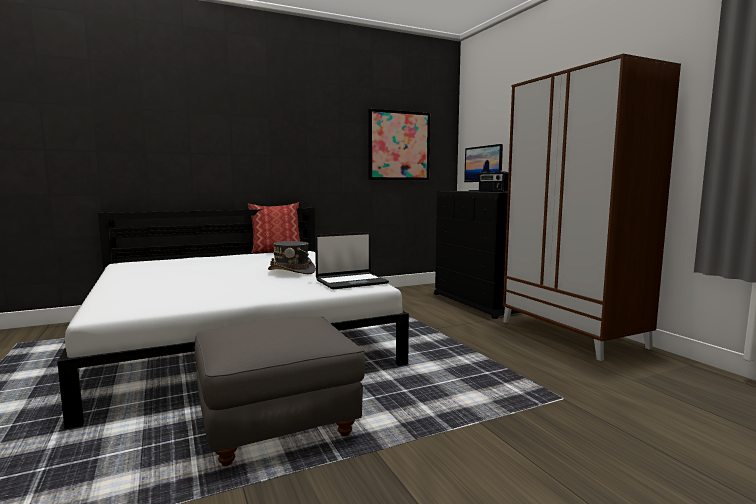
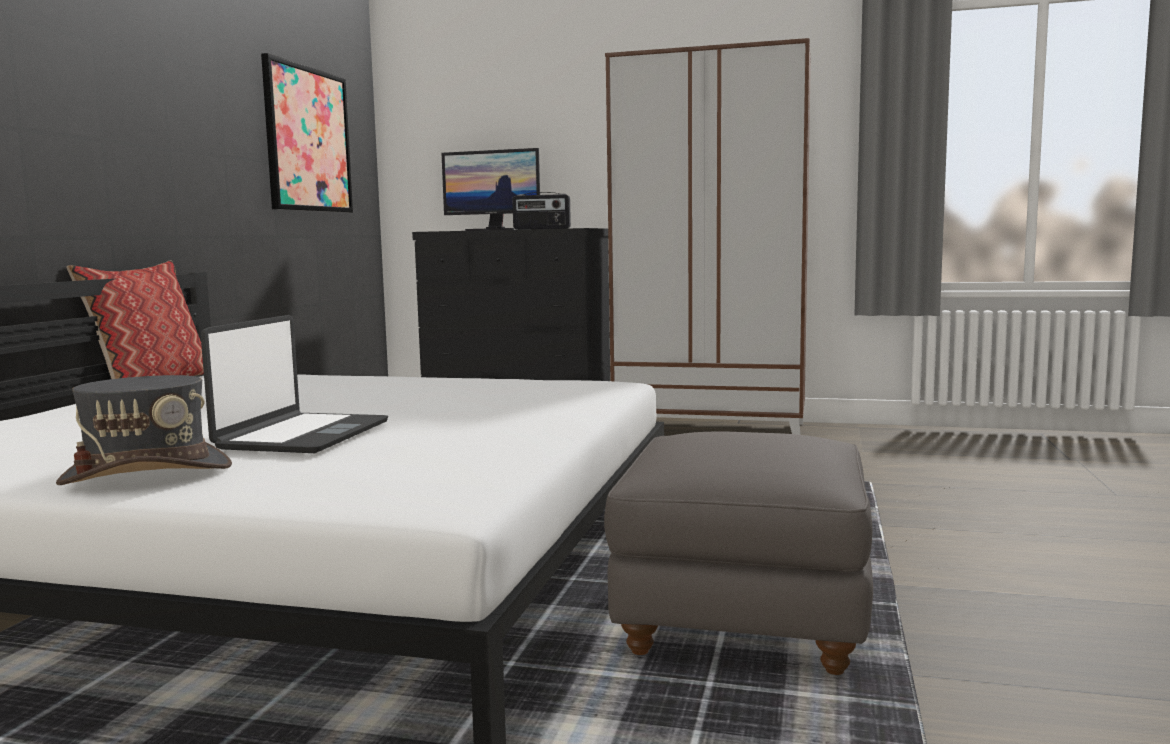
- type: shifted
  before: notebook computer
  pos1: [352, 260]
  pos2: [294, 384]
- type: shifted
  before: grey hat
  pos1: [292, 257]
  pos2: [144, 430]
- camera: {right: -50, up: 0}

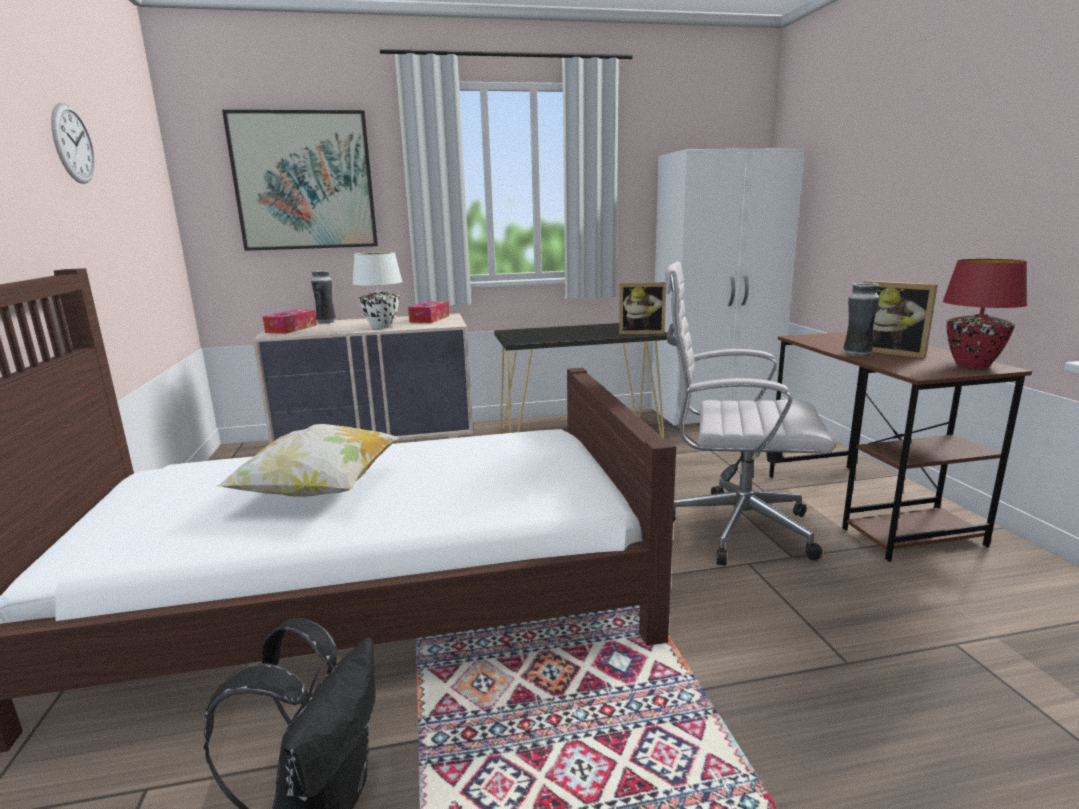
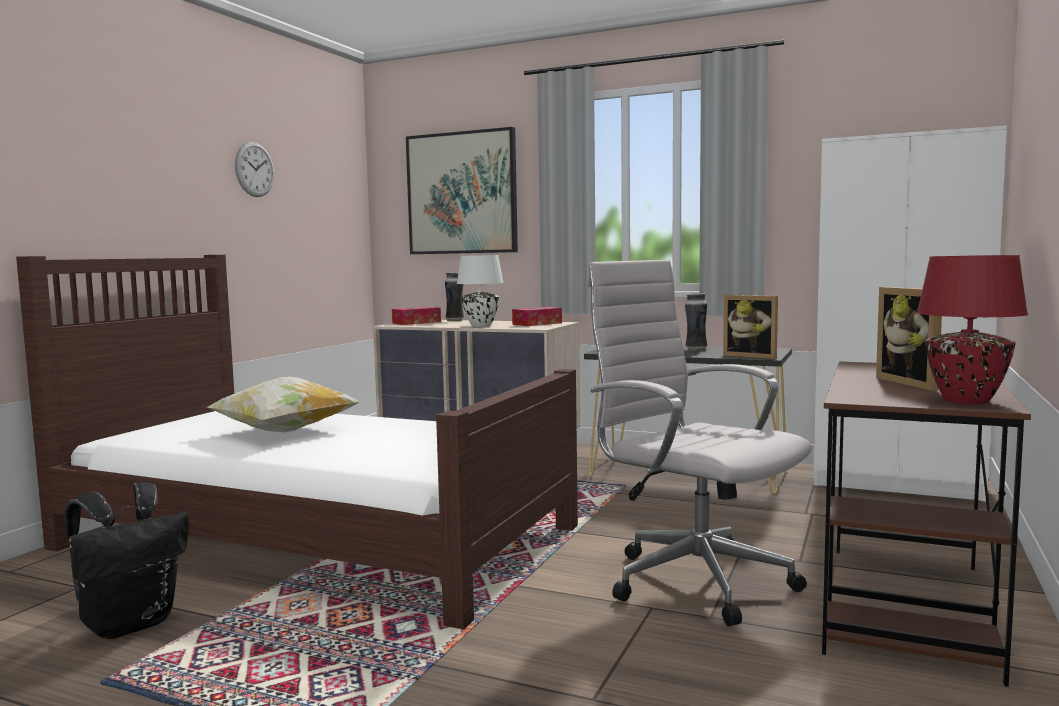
- type: shifted
  before: flower vase
  pos1: [861, 320]
  pos2: [696, 322]
- camera: {right: 35, up: -10}

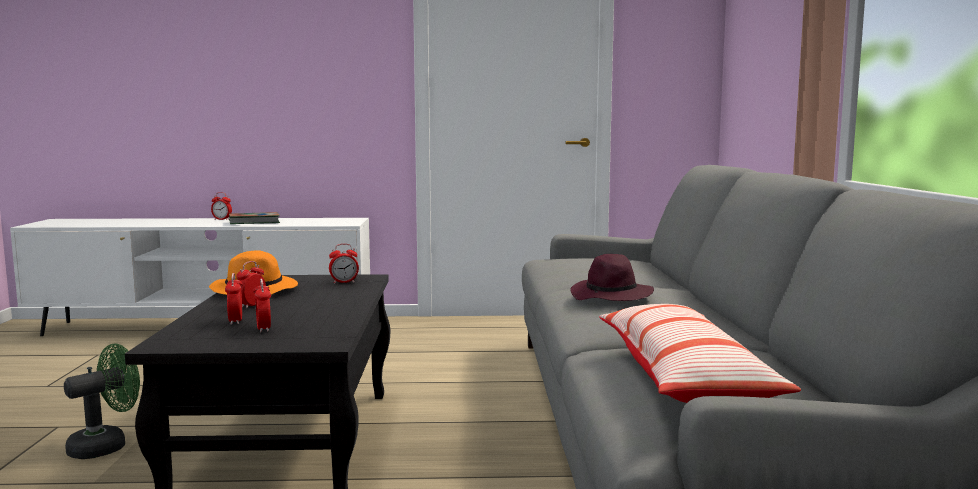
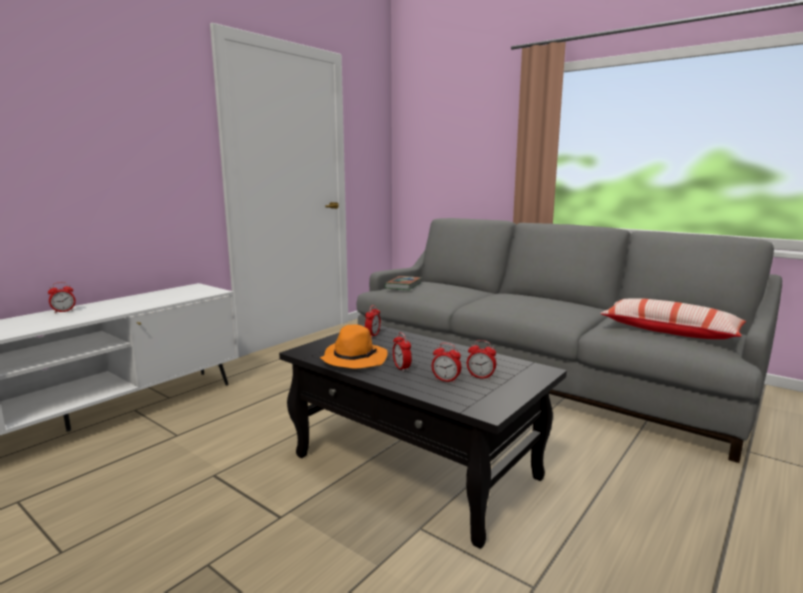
- type: shifted
  before: bound book
  pos1: [254, 218]
  pos2: [402, 283]
- type: gone
  before: purplish hat
  pos1: [612, 277]
- type: gone
  before: green-coloured electric fan
  pos1: [102, 401]
- camera: {right: -50, up: 5}

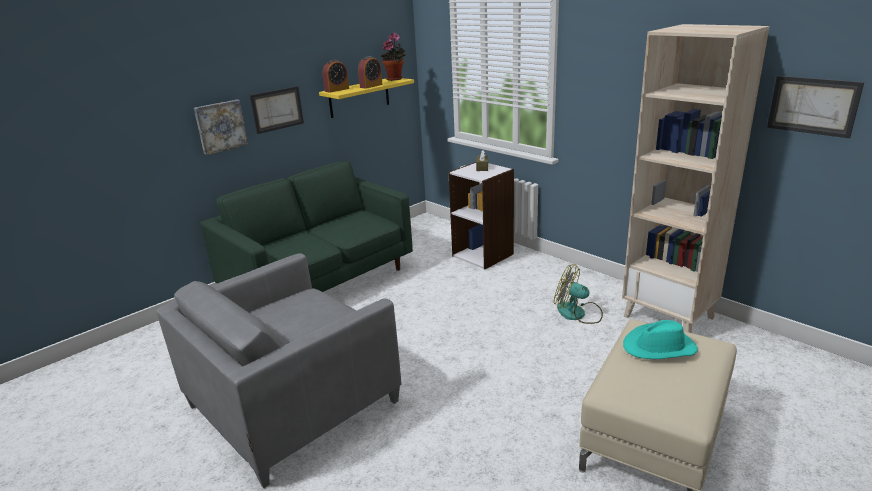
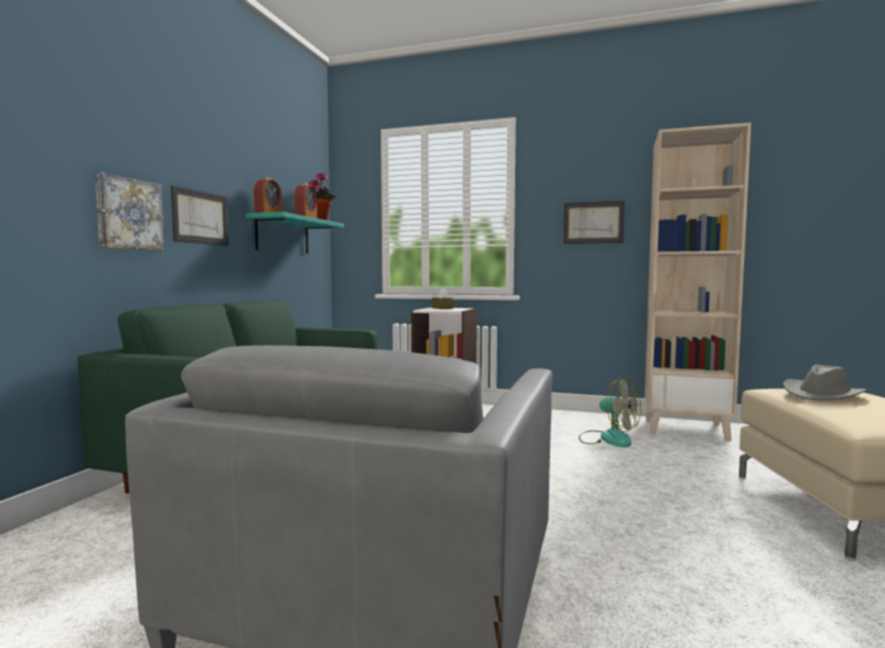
- type: shifted
  before: wall picture
  pos1: [815, 107]
  pos2: [594, 222]
- type: repainted
  before: yellowish wall shelf
  after: turquoise-coloured wall shelf
  pos1: [366, 98]
  pos2: [295, 233]
- type: rotated
  before: electric fan
  pos1: [578, 294]
  pos2: [610, 412]
  turn: -135
- type: repainted
  before: turquoise-coloured hat
  after: grey hat
  pos1: [660, 339]
  pos2: [826, 382]
- camera: {right: -30, up: -20}

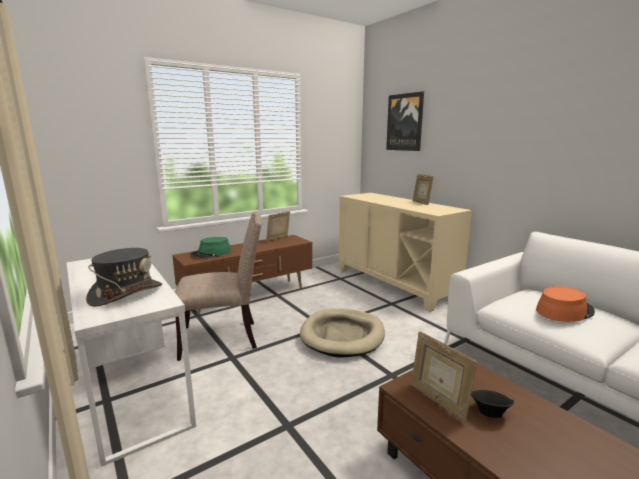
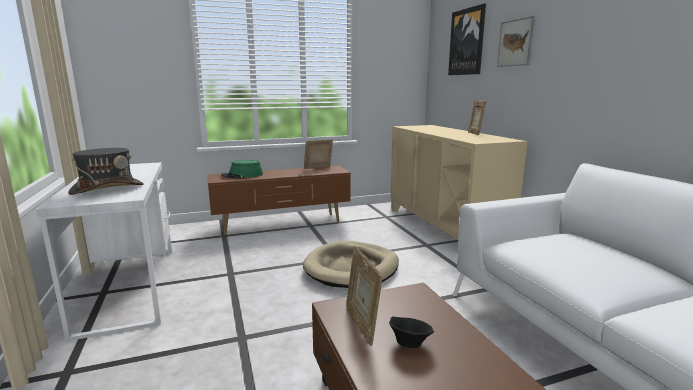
- type: gone
  before: sand-coloured upright chair
  pos1: [218, 286]
- type: gone
  before: orange hat
  pos1: [565, 304]
- type: new
  after: wall picture
  pos2: [516, 41]
- camera: {right: 15, up: 0}

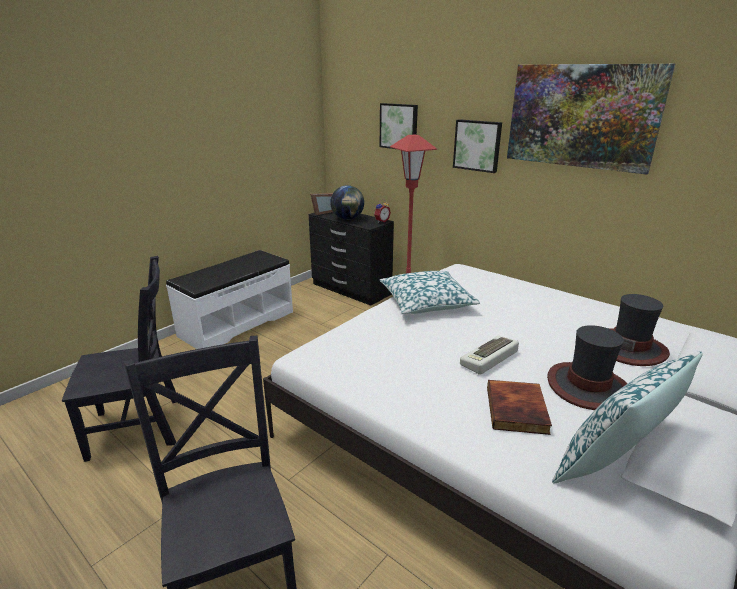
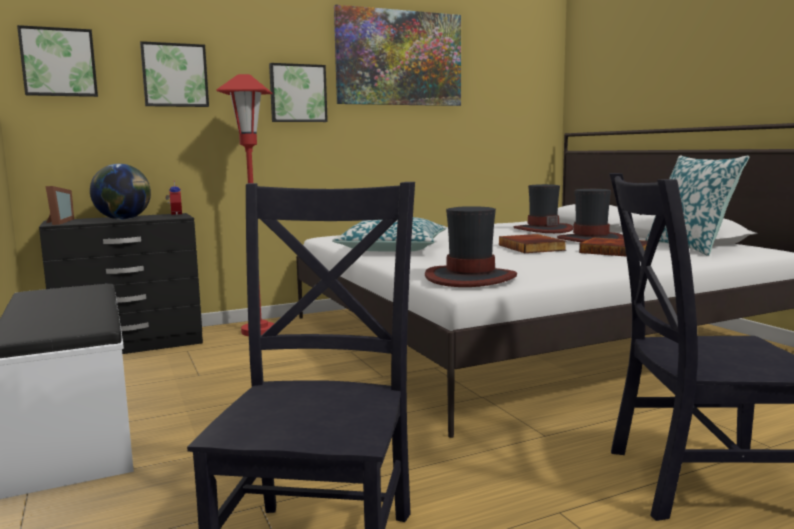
- type: swapped
  before: keyboard
  after: bound book
  pos1: [489, 355]
  pos2: [533, 243]
- type: new
  after: wall picture
  pos2: [57, 61]
- type: new
  after: hat
  pos2: [471, 246]
- camera: {right: -65, up: -15}

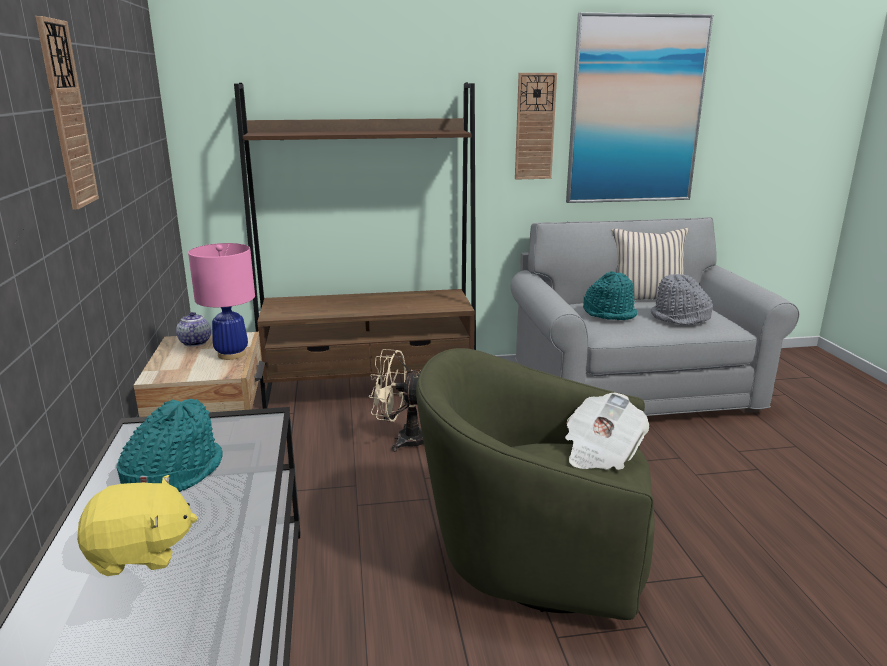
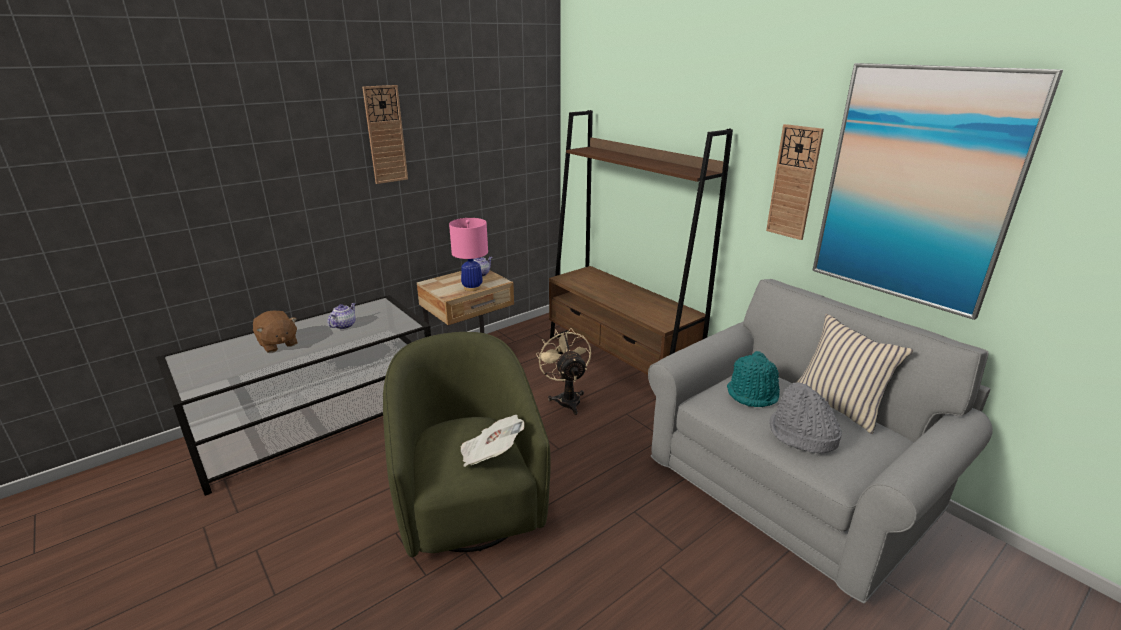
- type: swapped
  before: turquoise-coloured hat
  after: pot for tea
  pos1: [170, 445]
  pos2: [342, 316]
- type: repainted
  before: yellowish soft toy
  after: brown-coloured soft toy
  pos1: [137, 525]
  pos2: [275, 331]
- camera: {right: 60, up: 5}

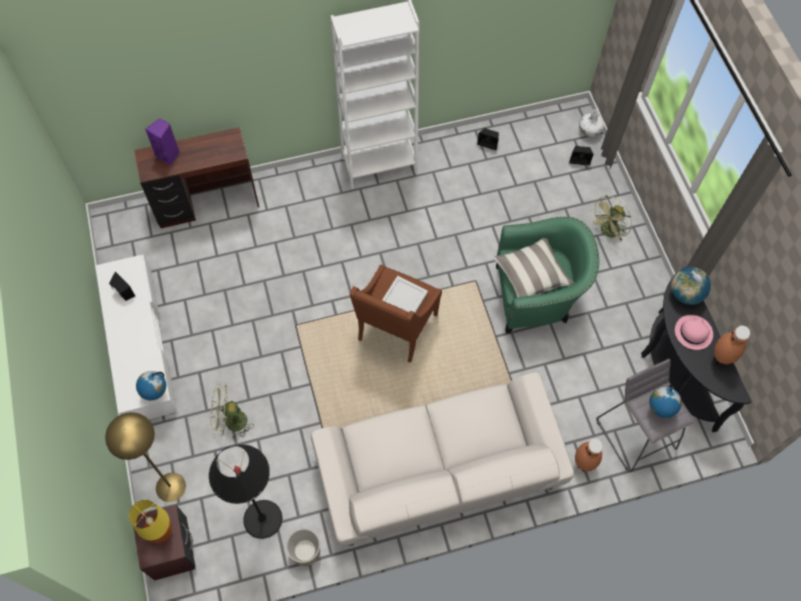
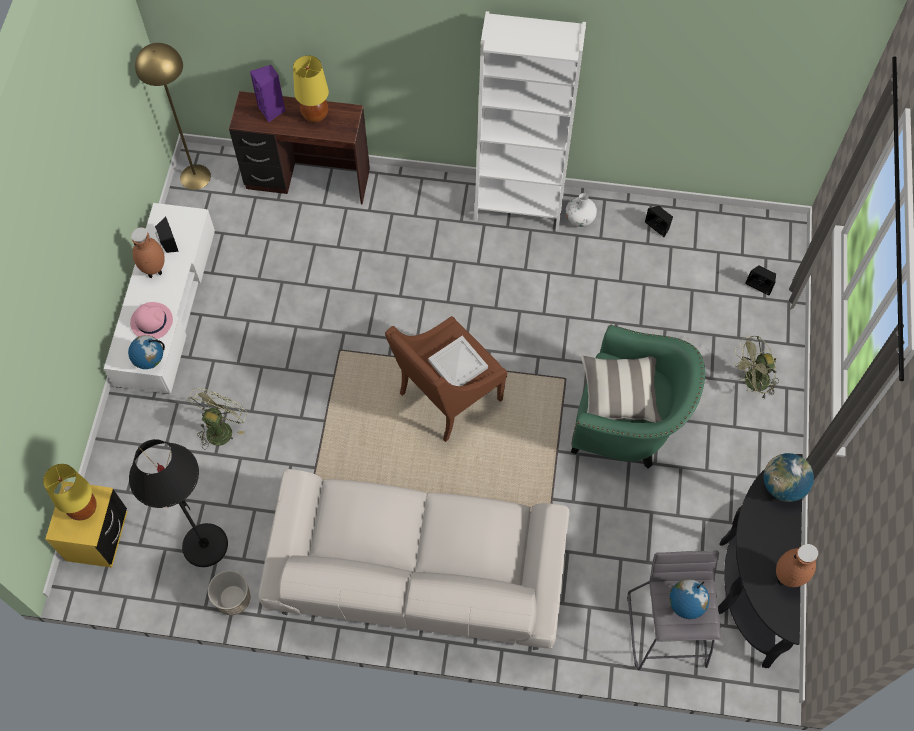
- type: shifted
  before: white-coloured flower vase
  pos1: [591, 123]
  pos2: [581, 210]
- type: shifted
  before: pinkish hat
  pos1: [694, 332]
  pos2: [151, 320]
- type: rotated
  before: green-coloured electric fan
  pos1: [232, 411]
  pos2: [217, 419]
  turn: 90
- type: shifted
  before: yellowish floor lamp
  pos1: [145, 457]
  pos2: [173, 116]
- type: shifted
  before: brown-coloured flower vase
  pos1: [588, 455]
  pos2: [148, 252]
- type: repainted
  before: brown-coloured night table
  after: yellowish night table
  pos1: [164, 543]
  pos2: [86, 524]
- type: new
  after: yellowish tabletop lamp
  pos2: [311, 89]
- camera: {right: 25, up: 0}

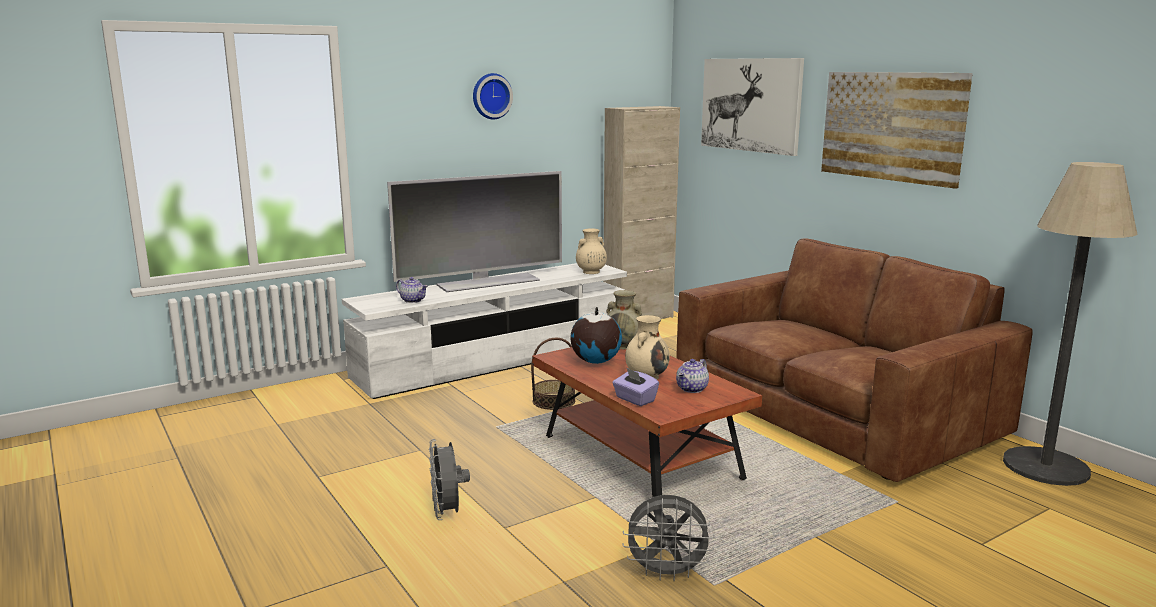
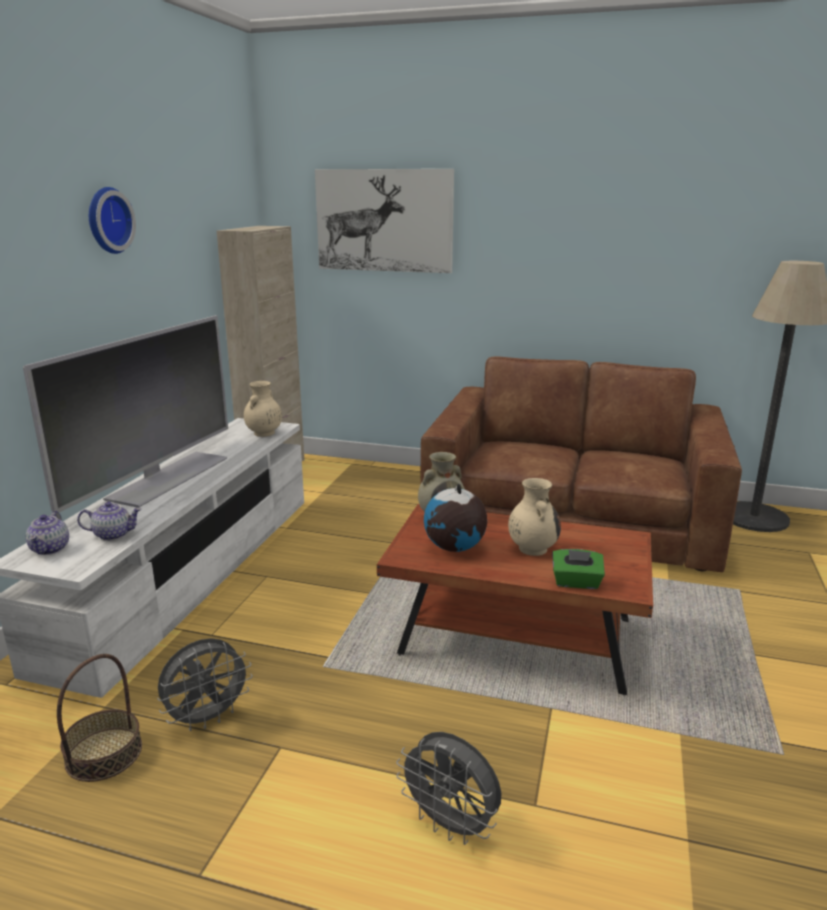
- type: gone
  before: wall picture
  pos1: [897, 130]
- type: shifted
  before: household basket
  pos1: [553, 374]
  pos2: [99, 718]
- type: shifted
  before: pot for tea
  pos1: [692, 376]
  pos2: [47, 533]
- type: repainted
  before: purplish box of tissues
  after: green-coloured box of tissues
  pos1: [635, 387]
  pos2: [578, 569]
- type: shifted
  before: grey electric fan
  pos1: [669, 538]
  pos2: [205, 684]
- camera: {right: -40, up: 5}

